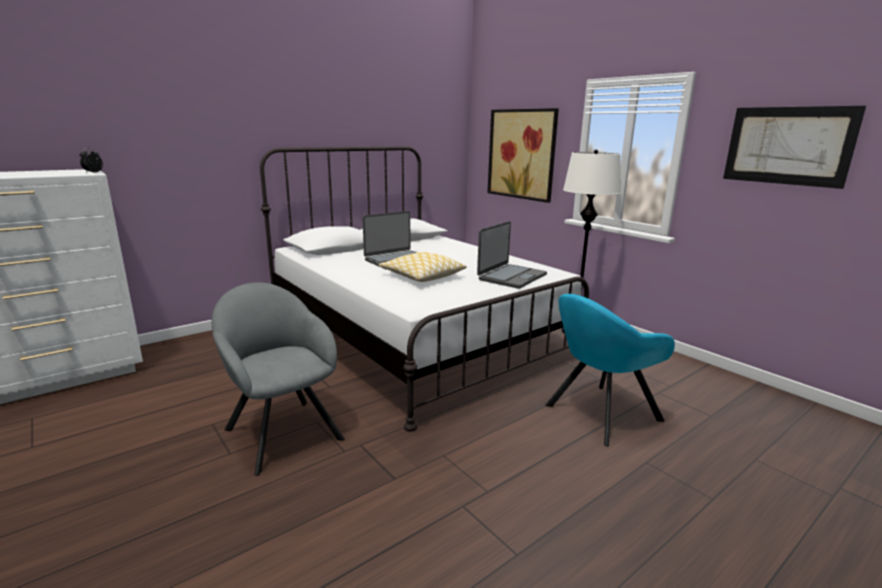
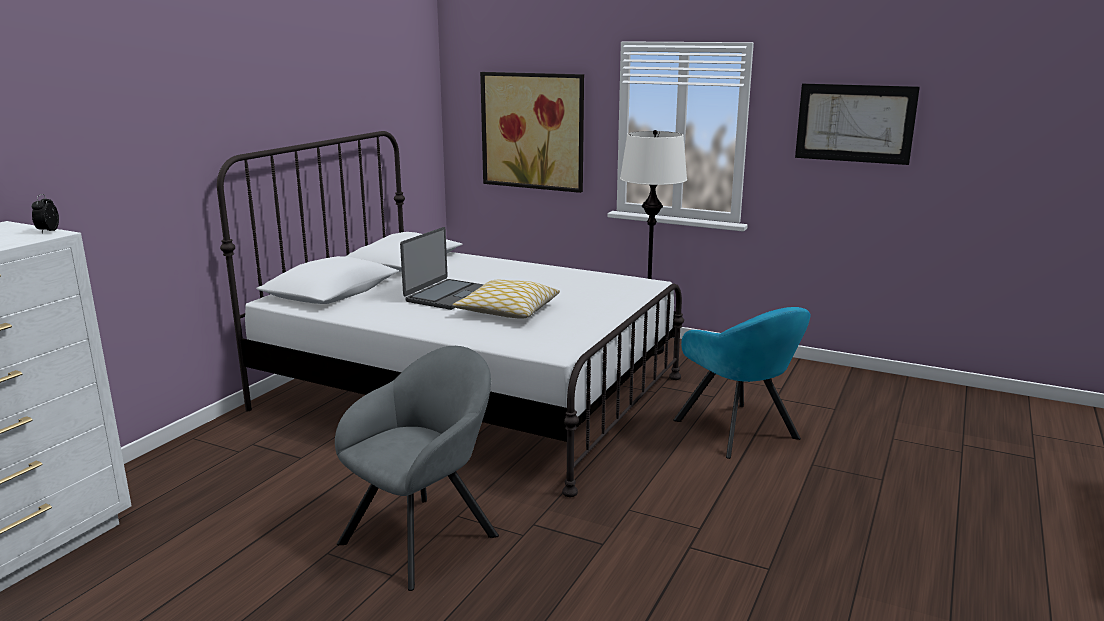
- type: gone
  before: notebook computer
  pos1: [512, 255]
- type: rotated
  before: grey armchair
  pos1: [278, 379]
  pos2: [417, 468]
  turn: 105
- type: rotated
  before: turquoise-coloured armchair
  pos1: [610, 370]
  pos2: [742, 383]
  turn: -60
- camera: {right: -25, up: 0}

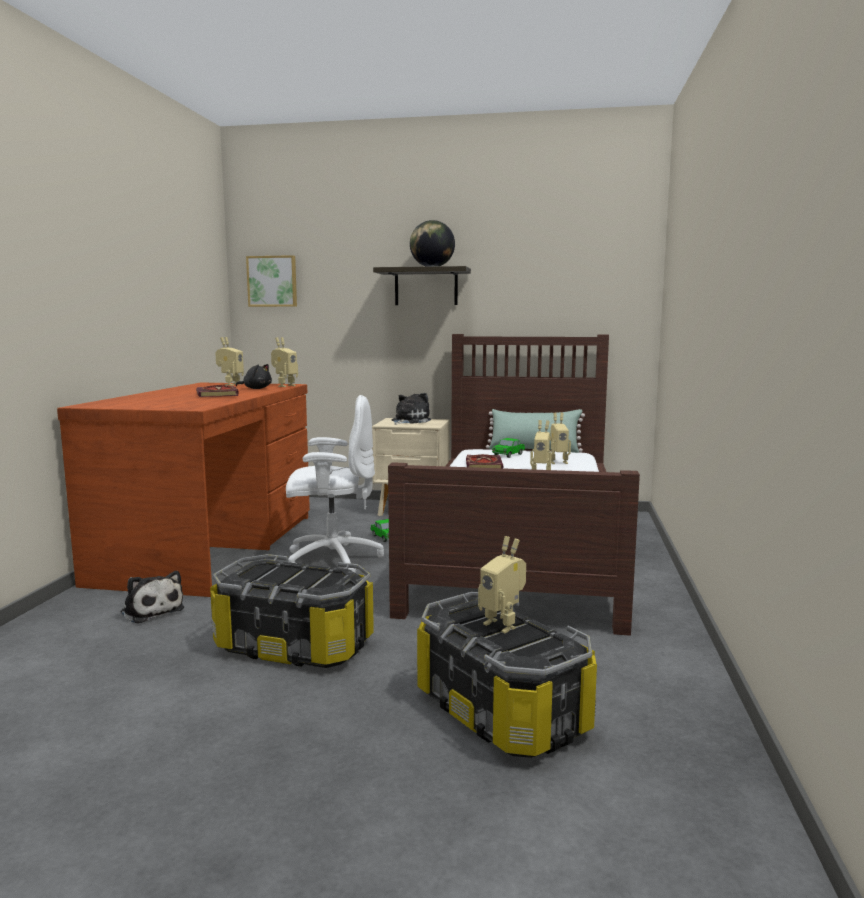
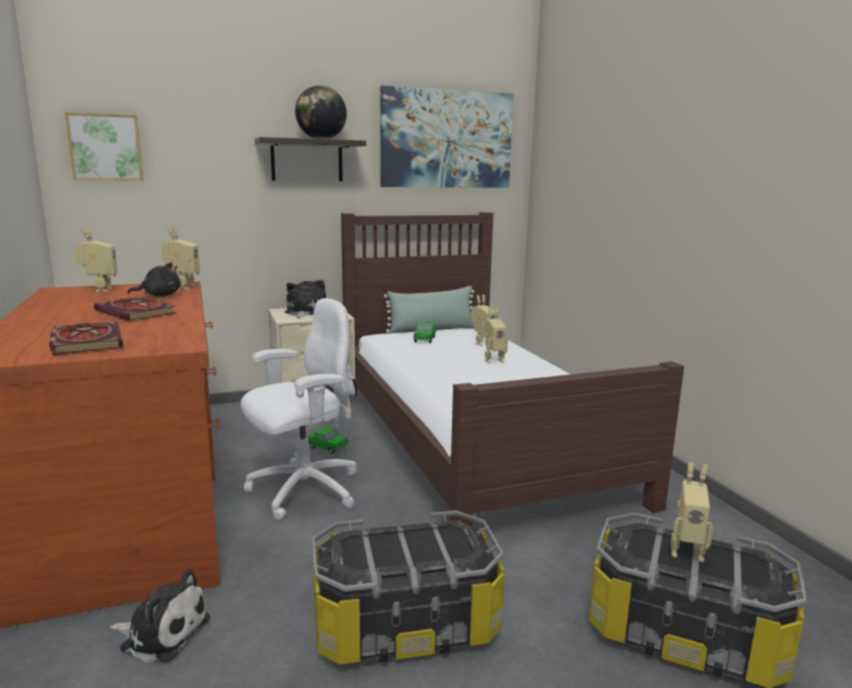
- type: shifted
  before: bound book
  pos1: [485, 461]
  pos2: [86, 338]
- type: new
  after: wall picture
  pos2: [447, 137]
- camera: {right: -30, up: 5}

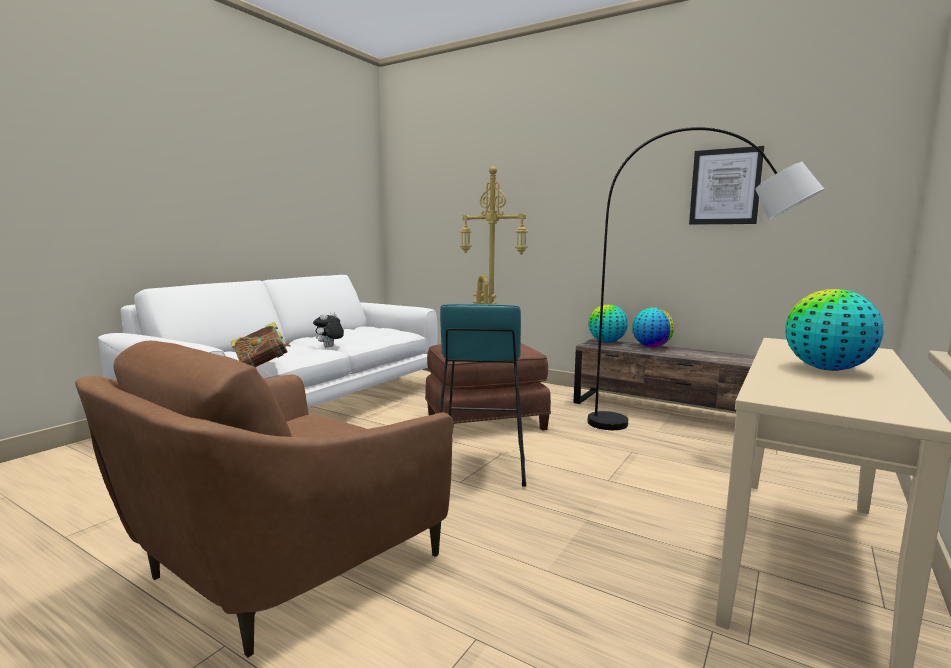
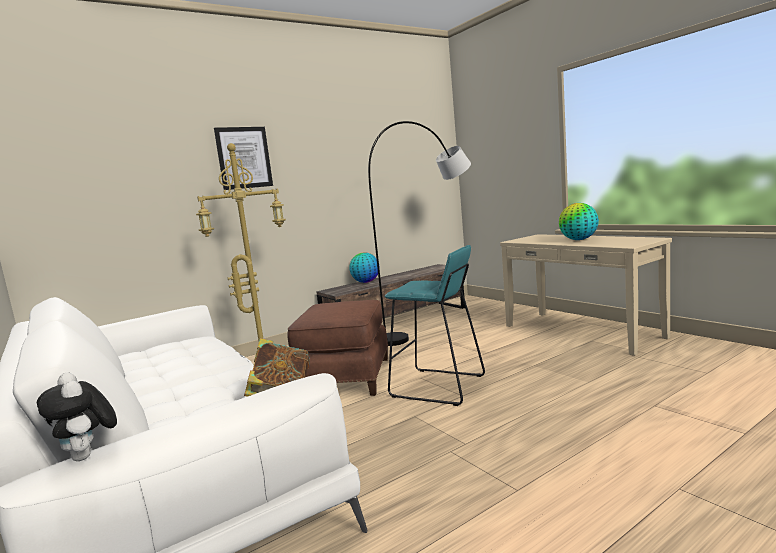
- type: shifted
  before: wall picture
  pos1: [726, 185]
  pos2: [243, 158]
- type: gone
  before: world globe
  pos1: [608, 323]
- type: shifted
  before: soft toy
  pos1: [328, 329]
  pos2: [77, 416]
- type: gone
  before: brown-coloured armchair
  pos1: [264, 499]
- camera: {right: -65, up: 0}

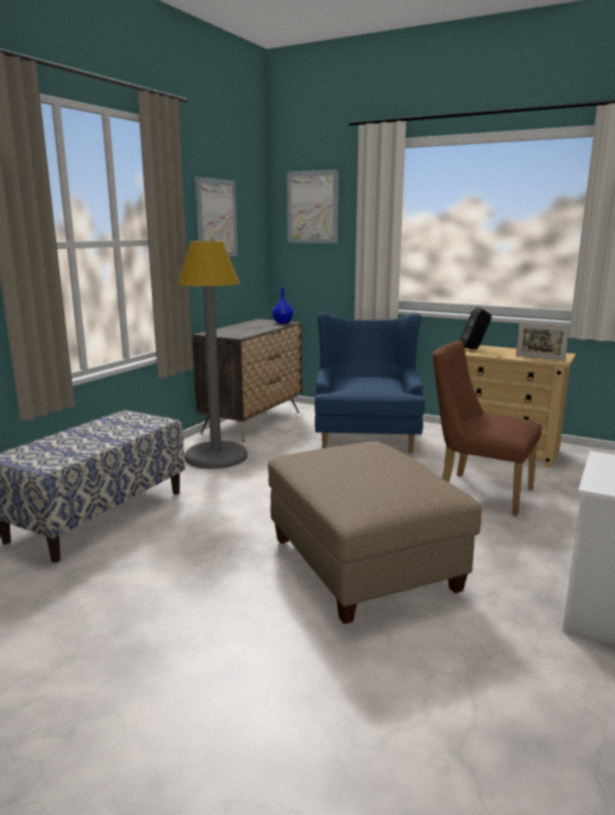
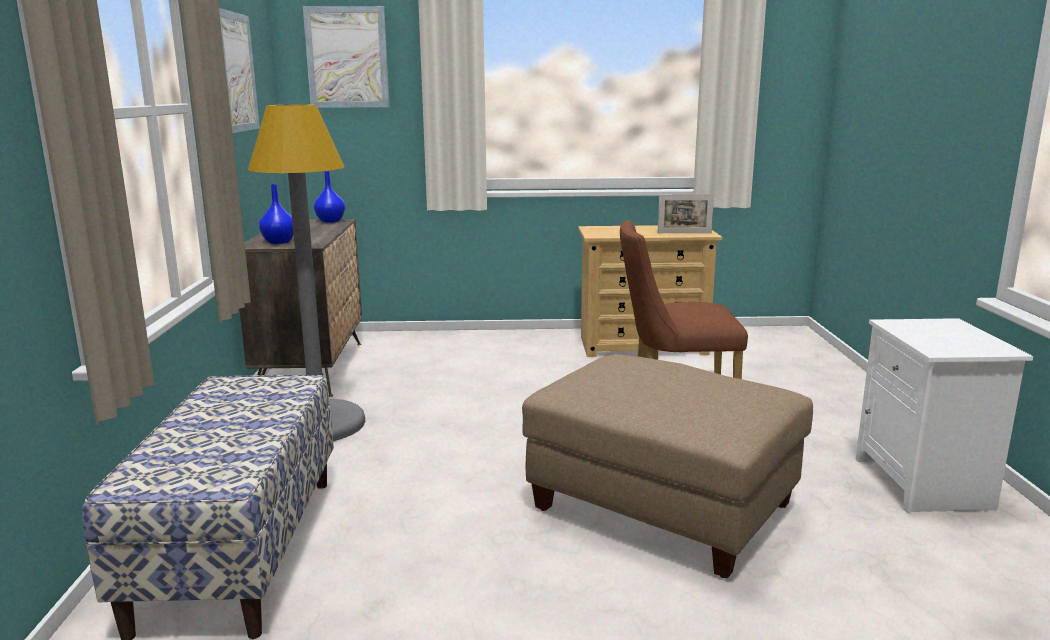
- type: gone
  before: blackish audio speaker
  pos1: [475, 328]
- type: gone
  before: blue-coloured armchair
  pos1: [370, 383]
- type: new
  after: blue-coloured flower vase
  pos2: [276, 214]
- camera: {right: -30, up: 0}

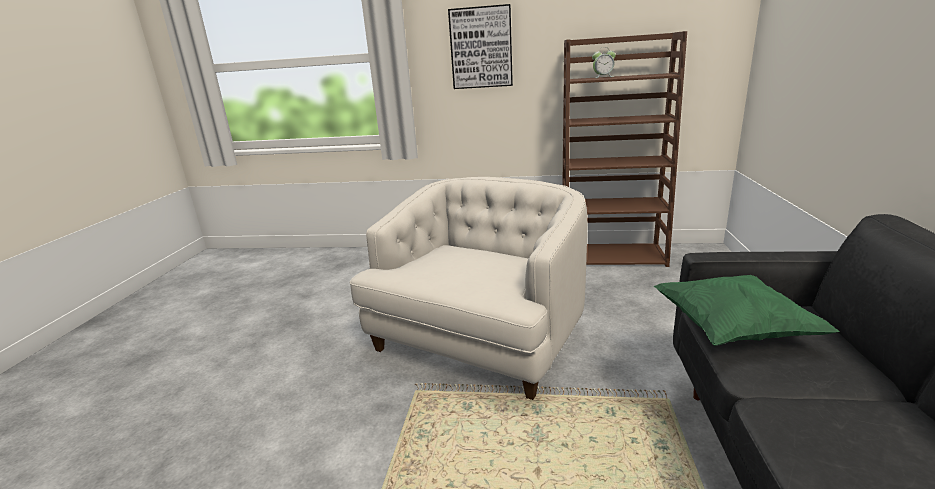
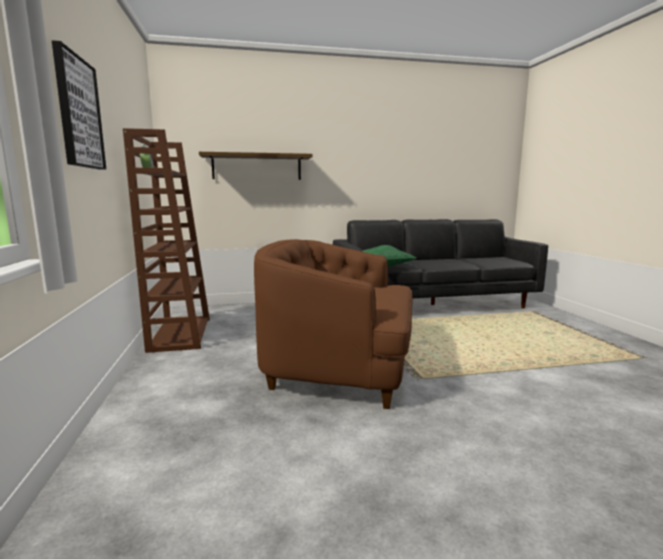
- type: repainted
  before: white-coloured armchair
  after: brown-coloured armchair
  pos1: [468, 288]
  pos2: [333, 324]
- type: new
  after: wall shelf
  pos2: [256, 166]
- camera: {right: -110, up: -10}

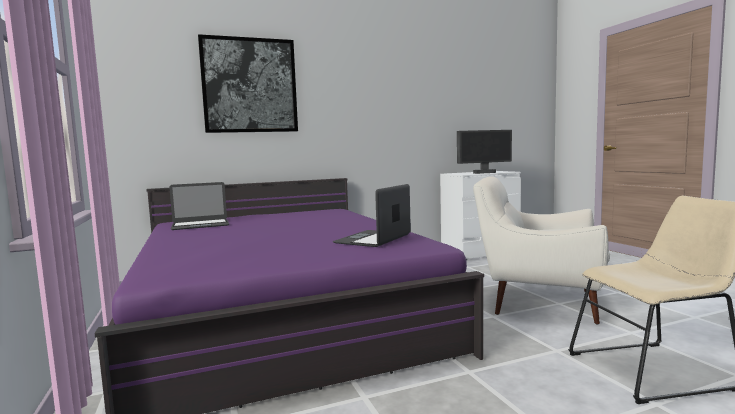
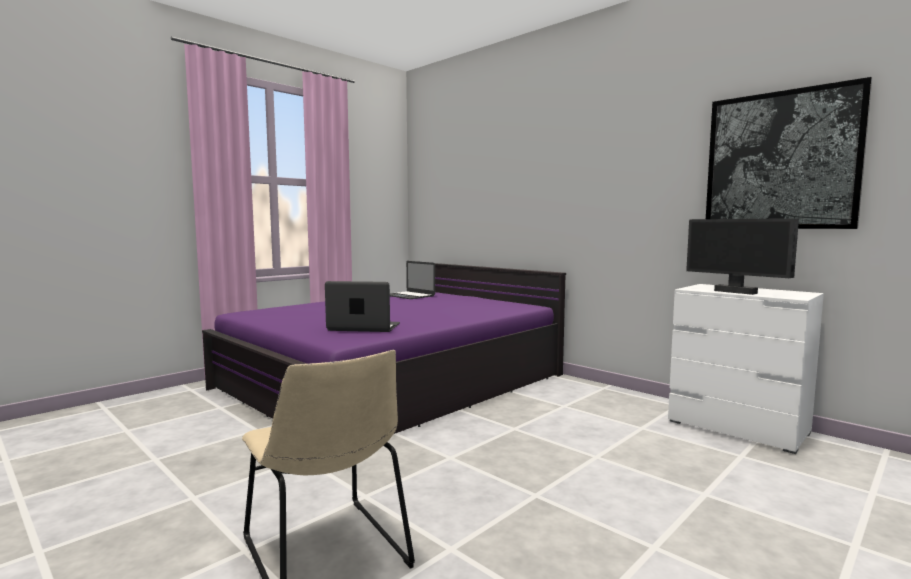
- type: shifted
  before: wall picture
  pos1: [248, 83]
  pos2: [789, 153]
- type: gone
  before: white-coloured armchair
  pos1: [541, 250]
- camera: {right: 65, up: 0}

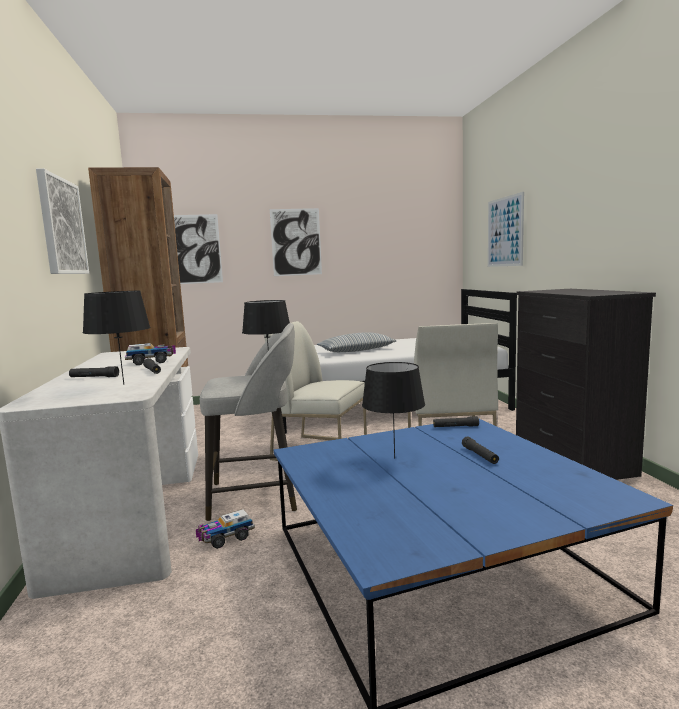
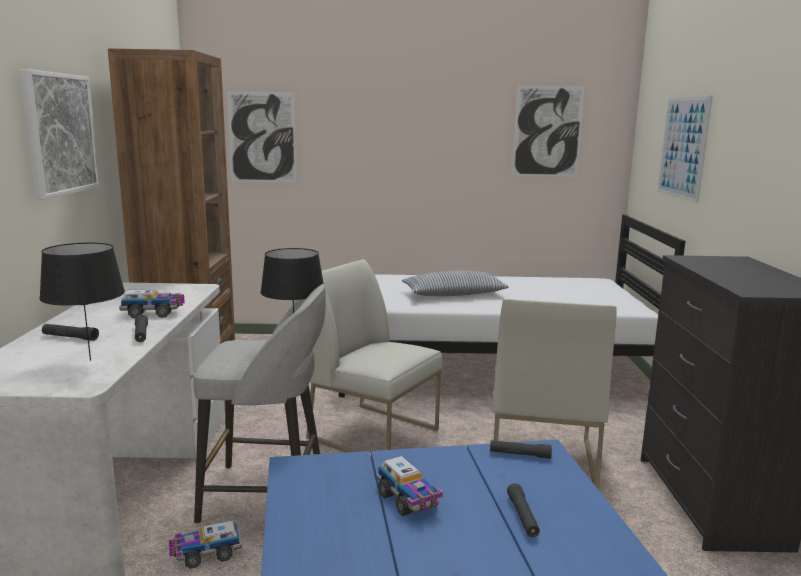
- type: shifted
  before: wall picture
  pos1: [296, 242]
  pos2: [548, 131]
- type: swapped
  before: blackish tabletop lamp
  after: toy truck
  pos1: [393, 410]
  pos2: [410, 486]
- camera: {right: 10, up: 5}

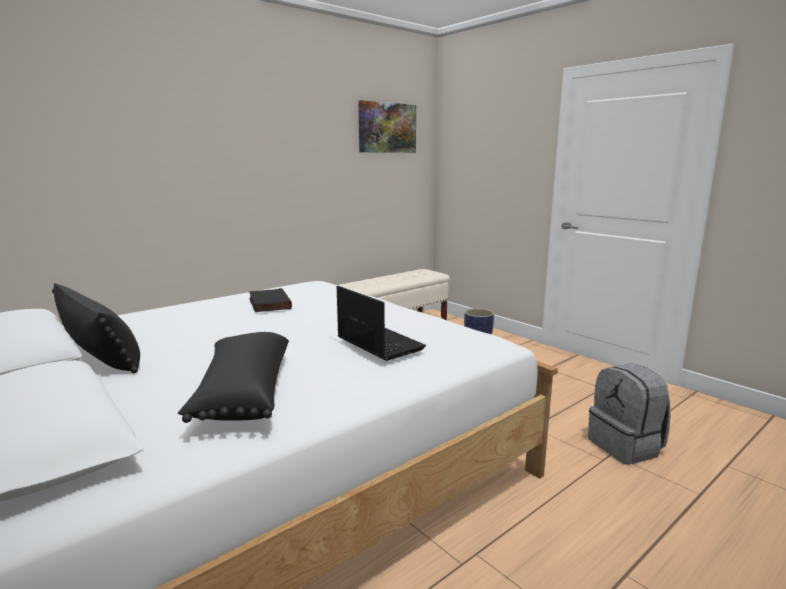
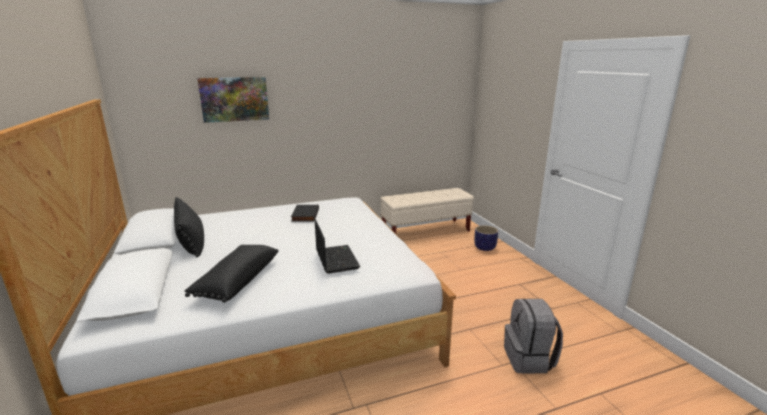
- type: shifted
  before: wall picture
  pos1: [387, 126]
  pos2: [233, 100]
- camera: {right: 20, up: 5}

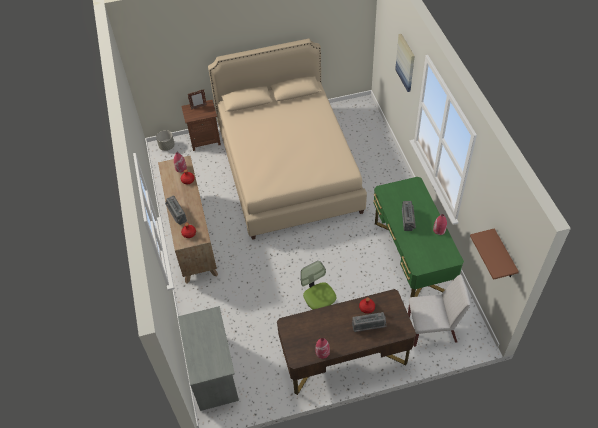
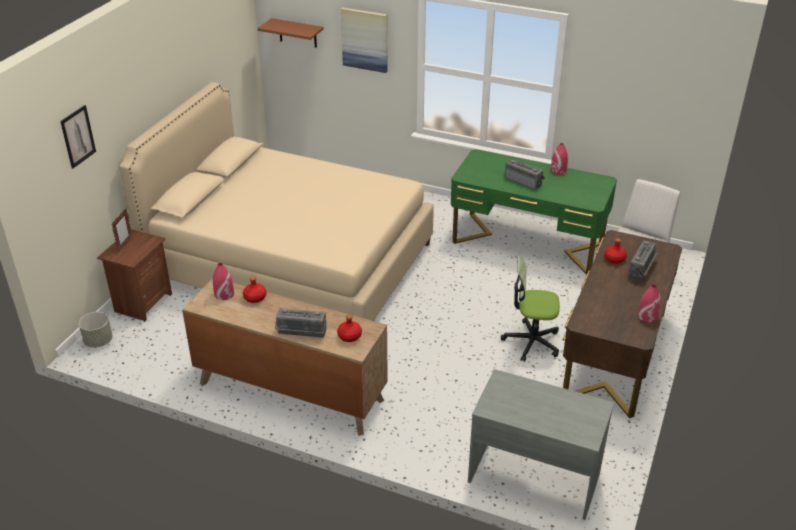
- type: shifted
  before: brown-coloured wall shelf
  pos1: [494, 254]
  pos2: [290, 33]
- type: new
  after: wall picture
  pos2: [78, 137]
- camera: {right: -55, up: -15}

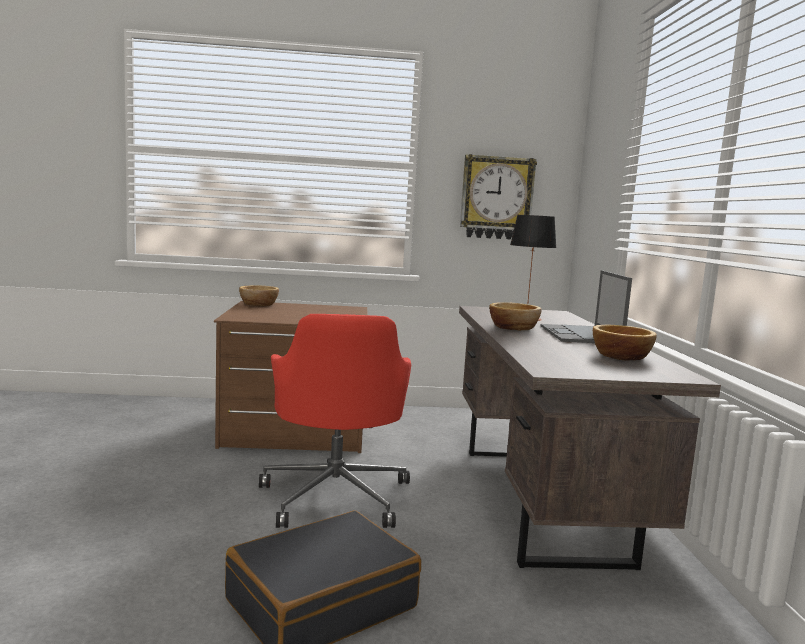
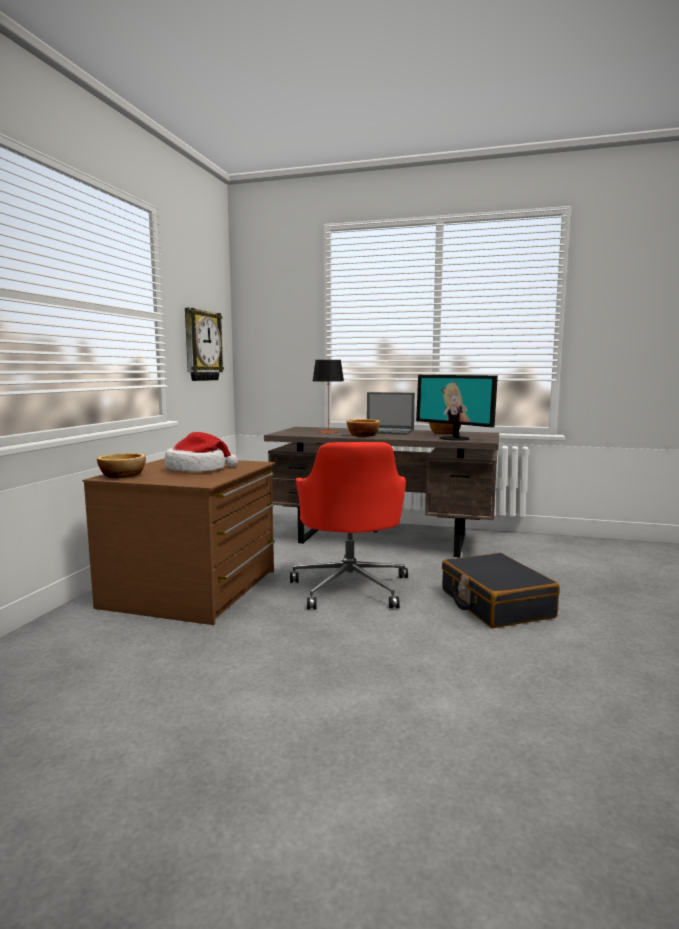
- type: rotated
  before: red office chair
  pos1: [335, 421]
  pos2: [349, 525]
  turn: 75
- type: new
  after: monitor
  pos2: [457, 408]
- type: new
  after: hat
  pos2: [201, 452]
- camera: {right: -70, up: 0}

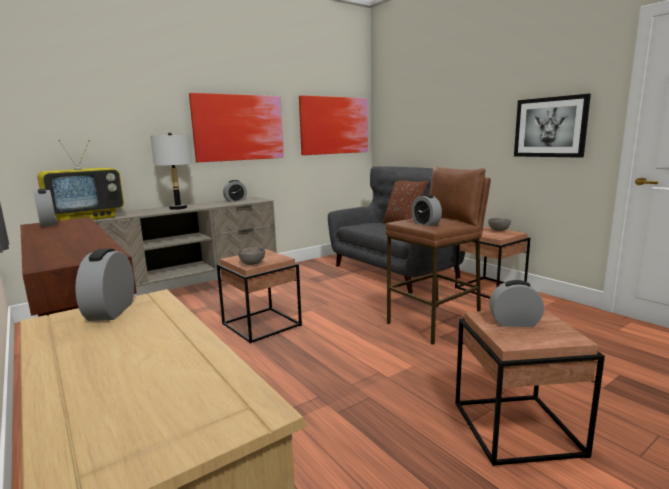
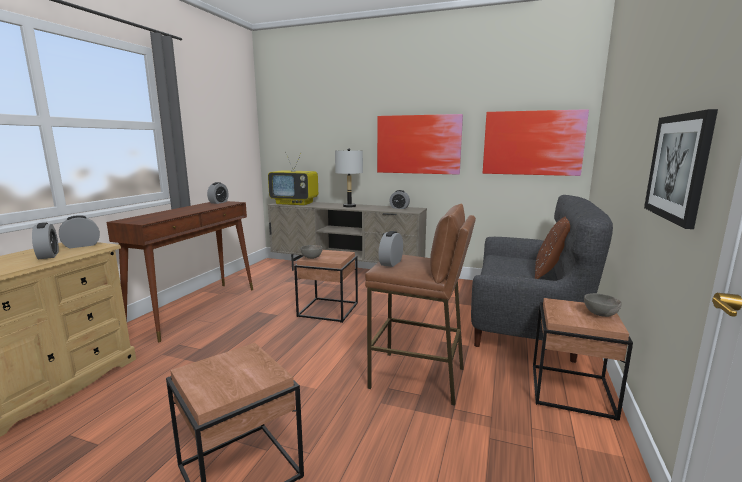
- type: shifted
  before: alarm clock
  pos1: [516, 303]
  pos2: [45, 241]
- camera: {right: 55, up: 0}

